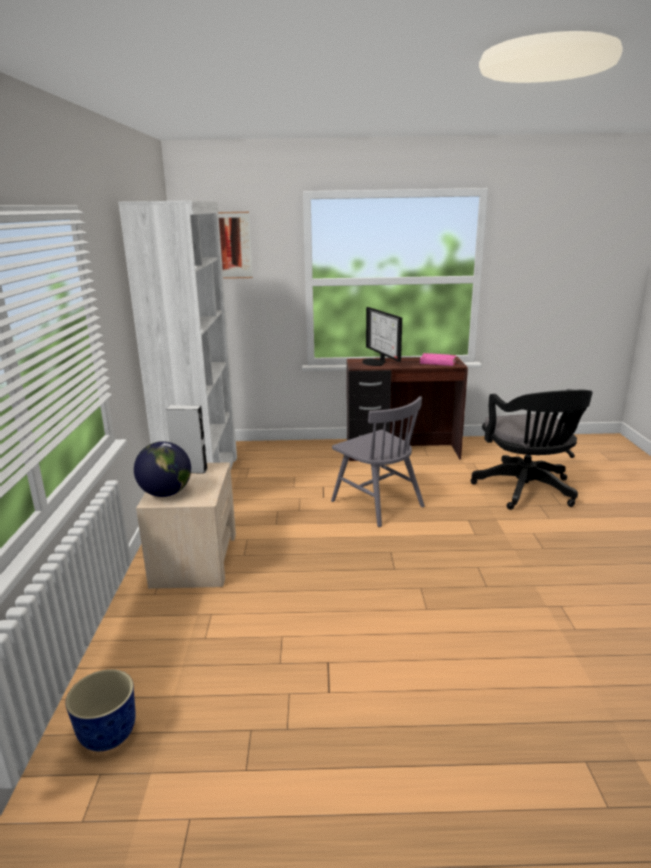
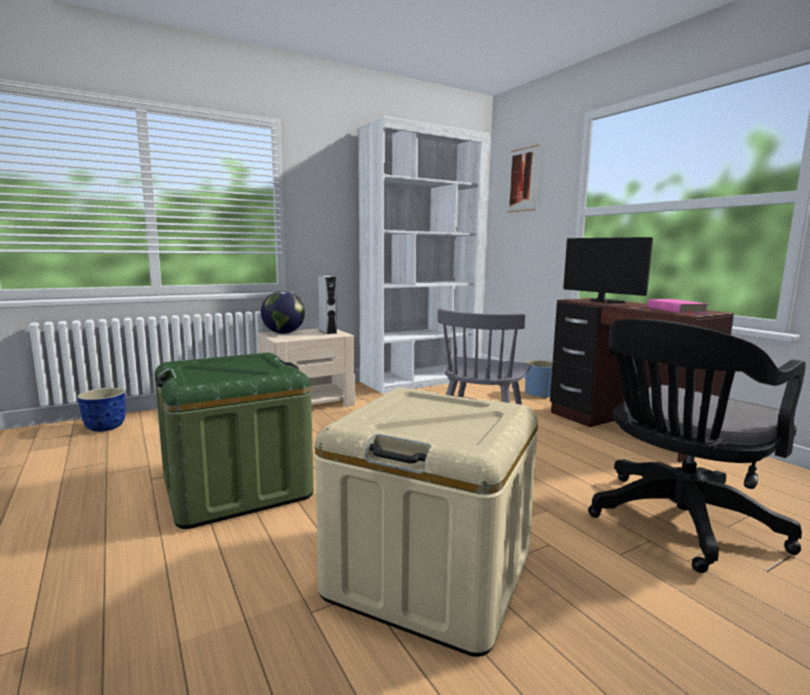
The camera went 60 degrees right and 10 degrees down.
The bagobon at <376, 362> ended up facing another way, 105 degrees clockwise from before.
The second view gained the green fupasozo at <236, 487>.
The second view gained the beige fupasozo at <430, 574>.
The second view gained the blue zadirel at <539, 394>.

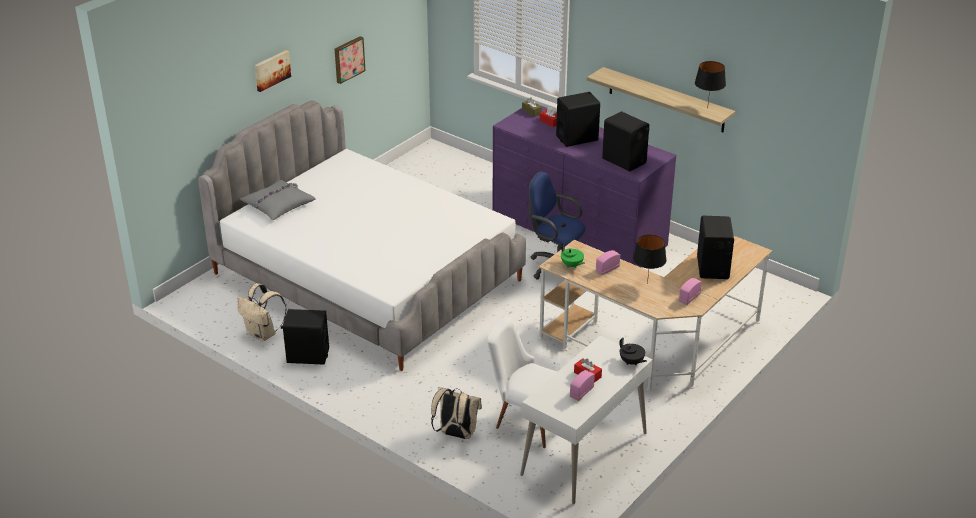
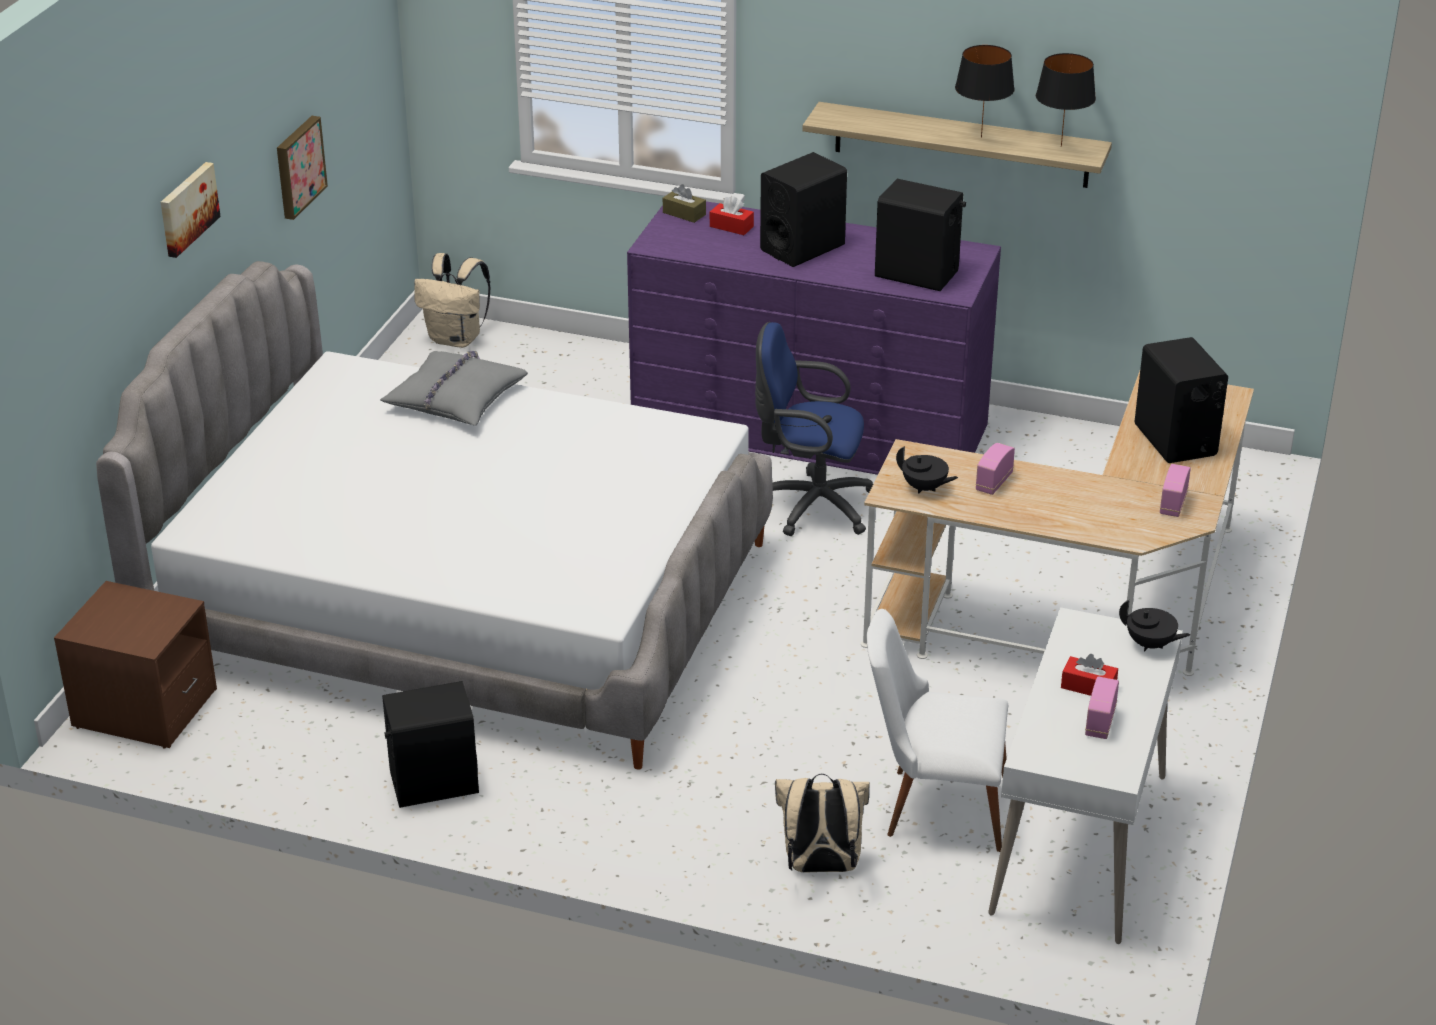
The camera went 20 degrees left and 0 degrees up.
The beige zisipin ended up elsewhere, having gone from <263, 334> to <457, 339>.
The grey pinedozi ended up elsewhere, having gone from <278, 205> to <455, 399>.
What was the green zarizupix at <572, 265> turned into the black zarizupix at <924, 488>.
The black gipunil ended up elsewhere, having gone from <647, 283> to <980, 137>.
The second view gained the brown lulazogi at <144, 709>.

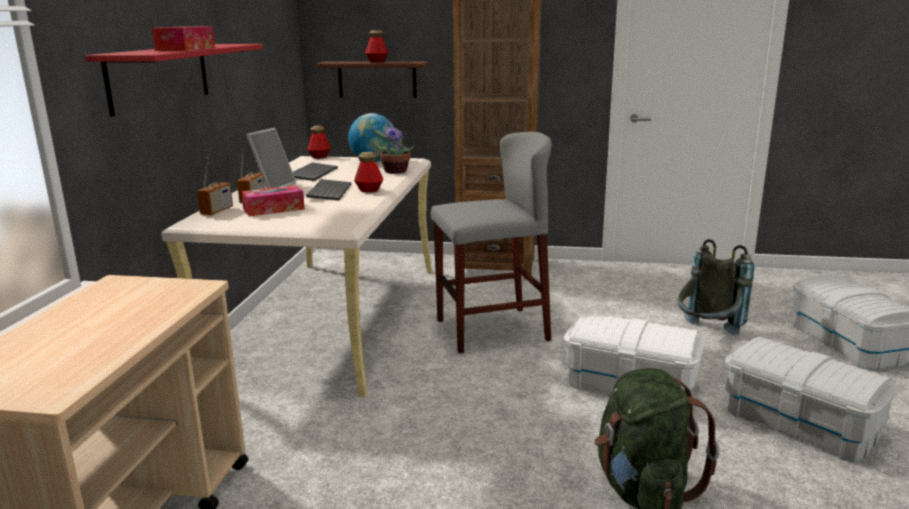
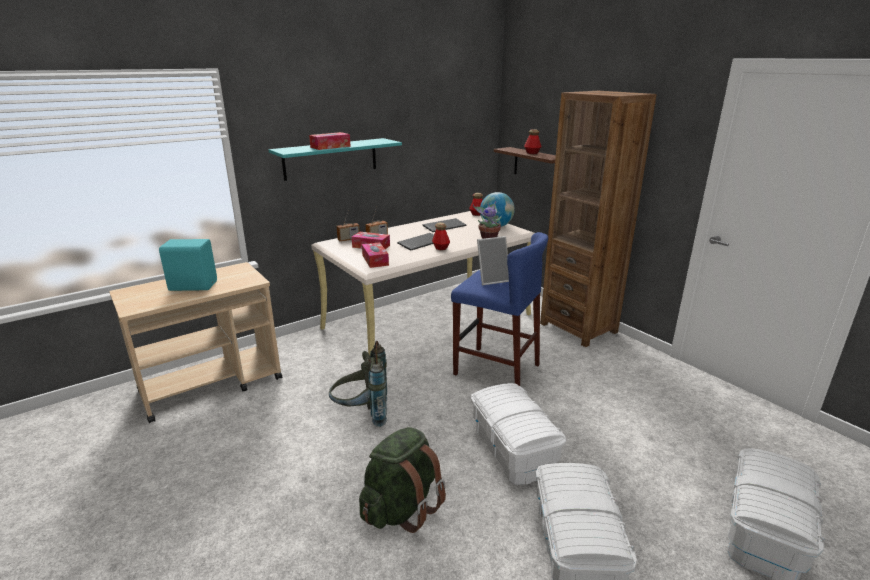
The camera went 45 degrees right and 5 degrees up.
What was the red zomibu at <160, 76> turned into the turquoise zomibu at <330, 159>.
The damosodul ended up elsewhere, having gone from <272, 186> to <492, 279>.
What was the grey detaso at <491, 330> turned into the blue detaso at <496, 369>.
The grey zisipin ended up elsewhere, having gone from <706, 335> to <362, 414>.
The second view gained the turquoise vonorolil at <193, 285>.
The second view gained the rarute at <375, 260>.

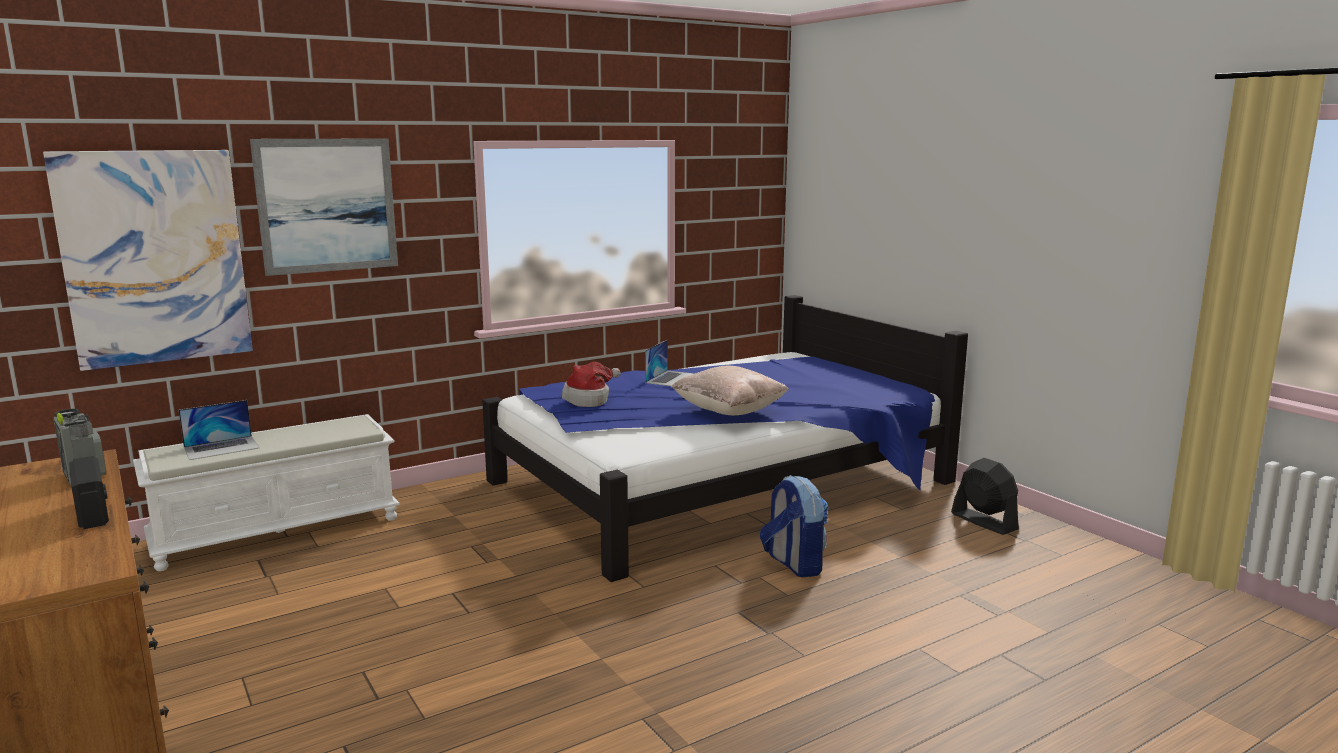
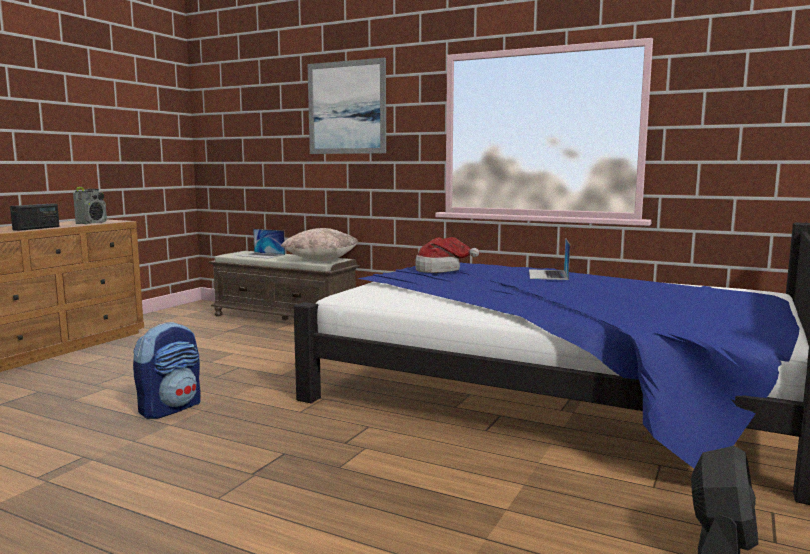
The camera went 60 degrees right and 5 degrees down.
The second view lost the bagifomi at <155, 257>.
What was the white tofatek at <278, 530> turned into the brown tofatek at <286, 318>.
The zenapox at <672, 378> ended up facing another way, 105 degrees clockwise from before.
The beige pinedozi ended up elsewhere, having gone from <729, 412> to <321, 260>.
The zisipin ended up elsewhere, having gone from <793, 564> to <171, 408>.

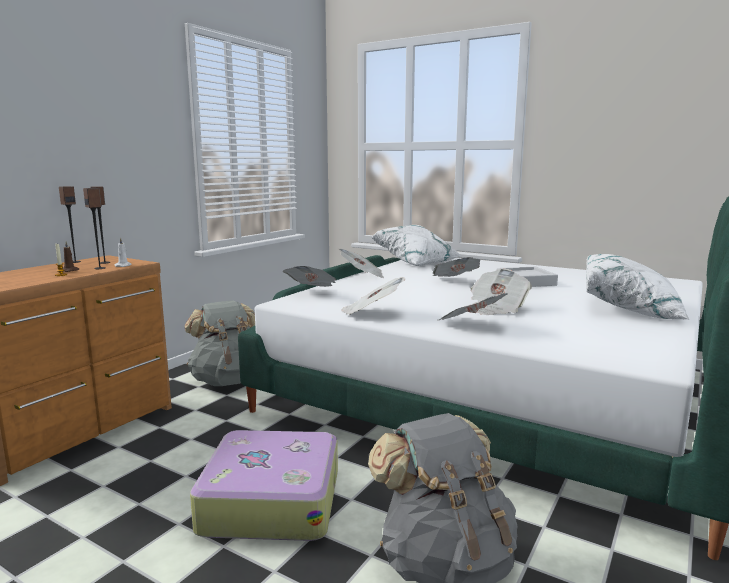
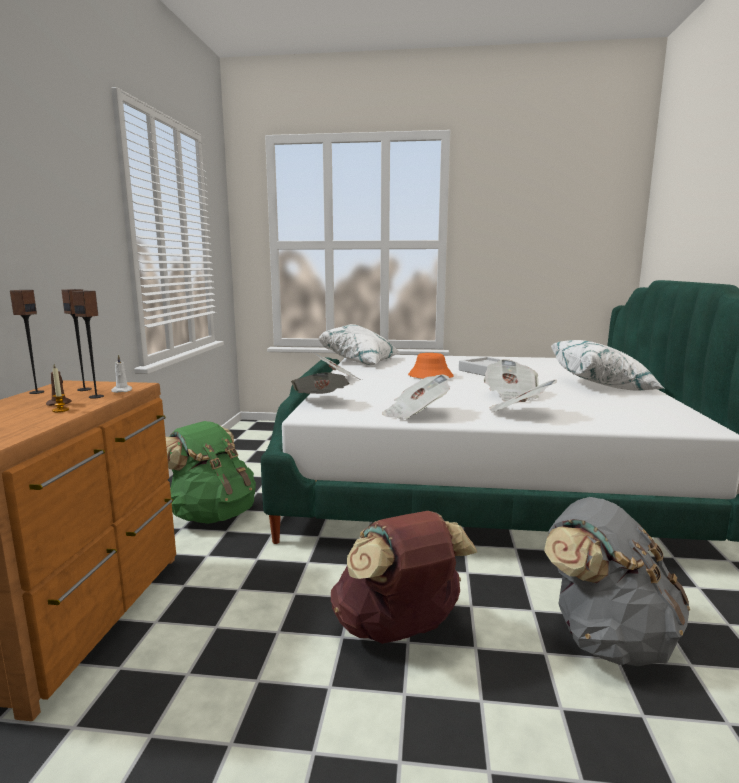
The camera went 25 degrees left and 0 degrees up.
What was the grey zisipin at <229, 381> turned into the green zisipin at <212, 514>.
Where the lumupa stood at <271, 500>, the brown zisipin came to stand at <398, 630>.
Where the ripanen stood at <455, 281>, the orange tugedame came to stand at <430, 376>.

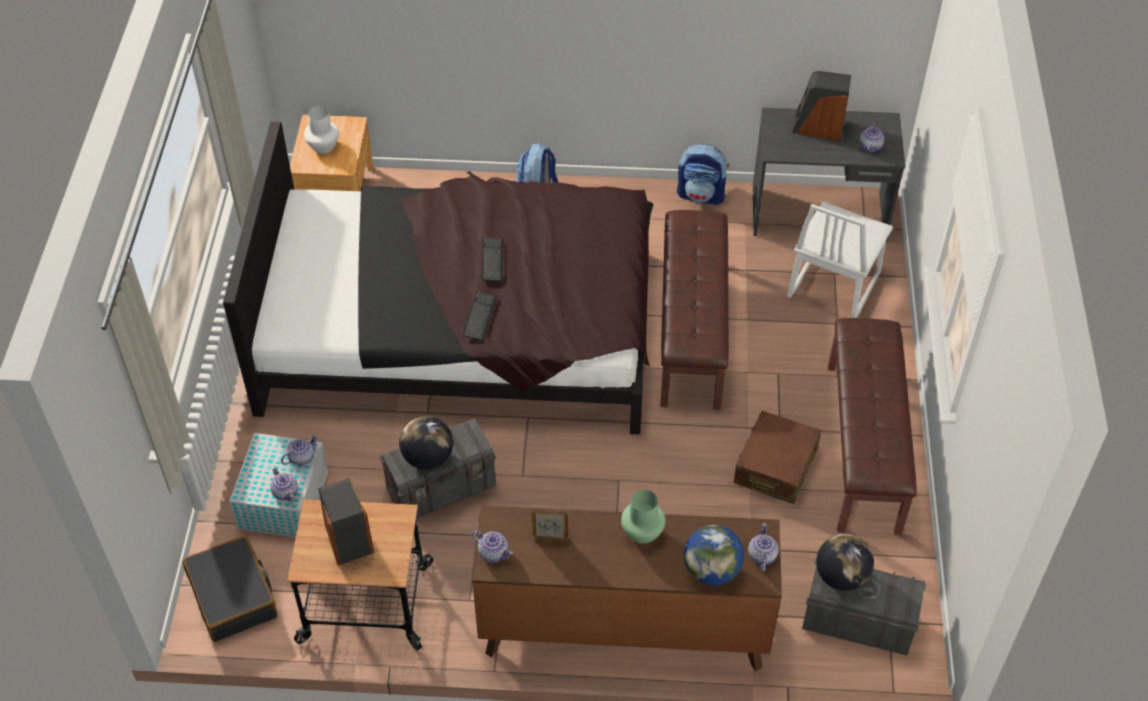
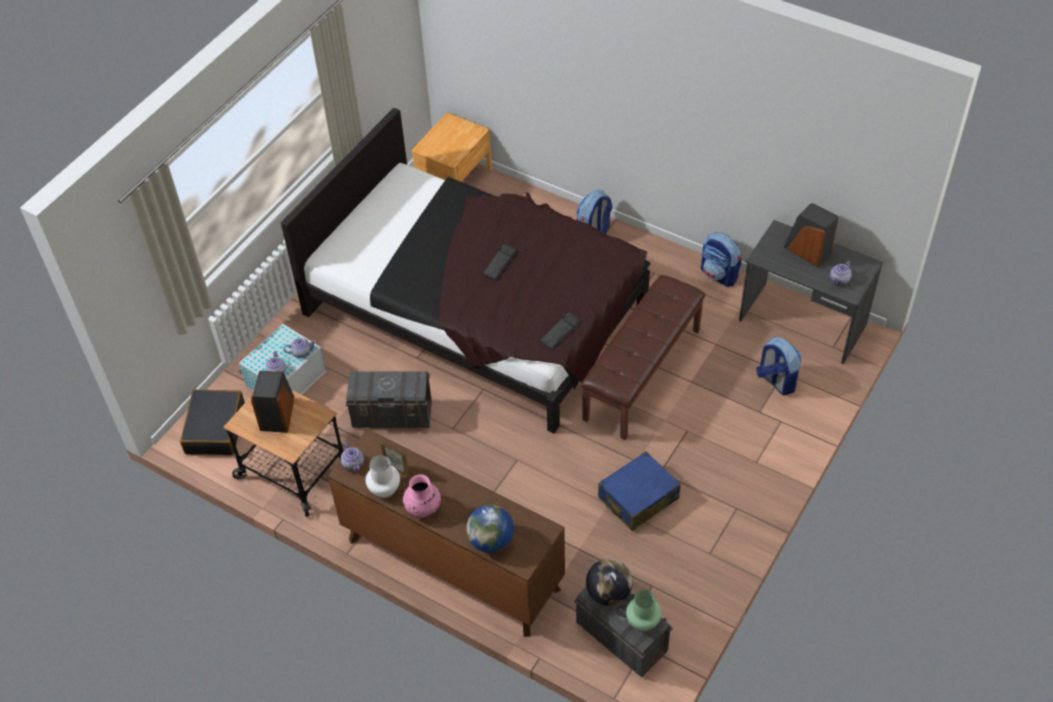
The camera went 30 degrees right and 0 degrees up.
The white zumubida ended up elsewhere, having gone from <323, 146> to <385, 489>.
The second view lost the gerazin at <428, 458>.
The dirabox ended up elsewhere, having gone from <480, 317> to <560, 331>.
The green zumubida ended up elsewhere, having gone from <642, 532> to <643, 621>.
What was the brown lumupa at <775, 466> turned into the blue lumupa at <638, 498>.
The second view lost the zarizupix at <761, 556>.
Where the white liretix stood at <832, 285>, the zisipin came to stand at <776, 381>.
The second view lost the brown tofatek at <864, 447>.
The second view gained the pink zumubida at <423, 509>.

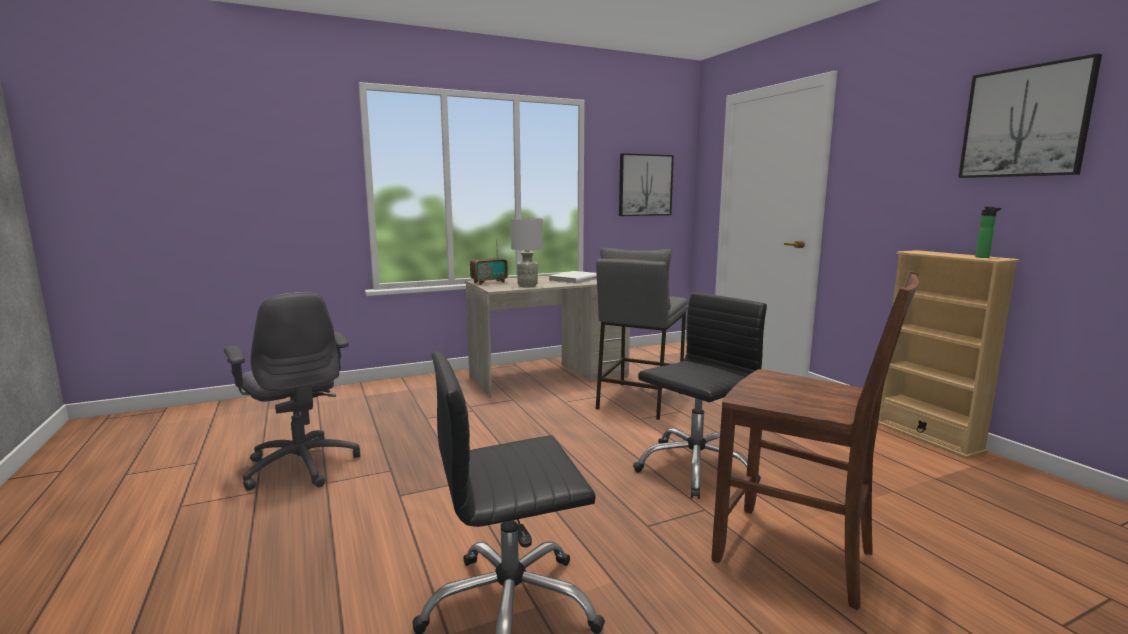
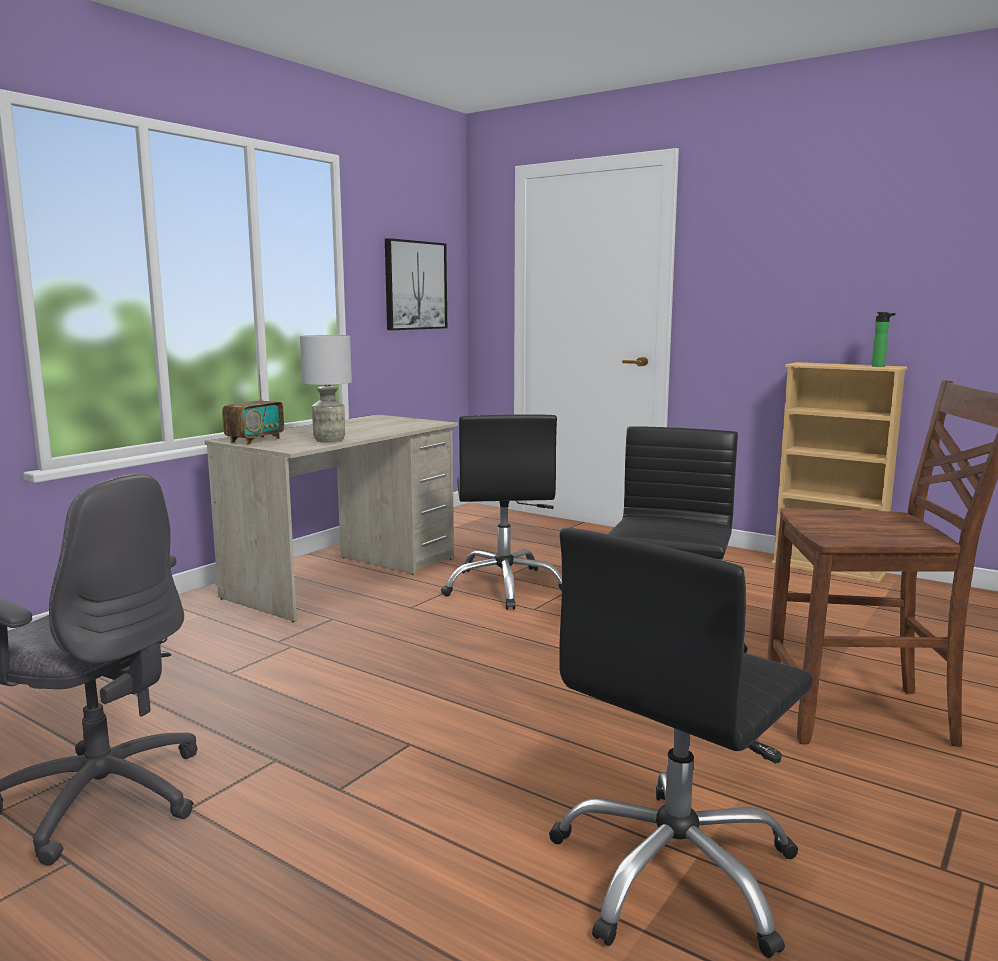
The camera went 30 degrees left and 0 degrees up.
The second view lost the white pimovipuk at <573, 279>.
Where the grey detaso stood at <638, 400>, the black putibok came to stand at <504, 587>.
The second view lost the bagifomi at <1025, 122>.

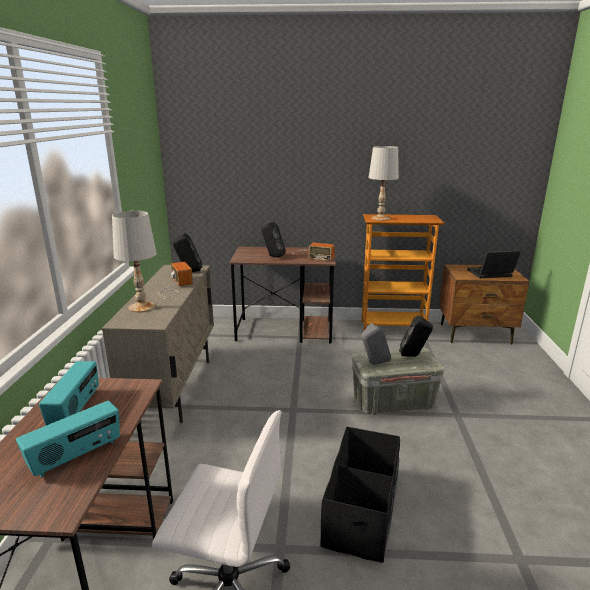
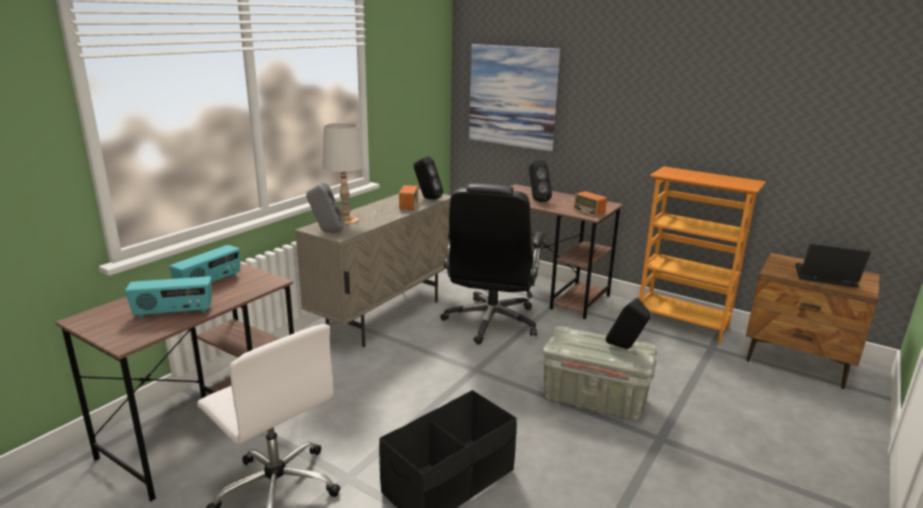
The camera went 30 degrees right and 0 degrees up.
The grey vonorolil ended up elsewhere, having gone from <373, 364> to <326, 232>.
The second view lost the white gipunil at <380, 218>.
The second view gained the black putibok at <491, 322>.
The second view gained the bagifomi at <512, 96>.

